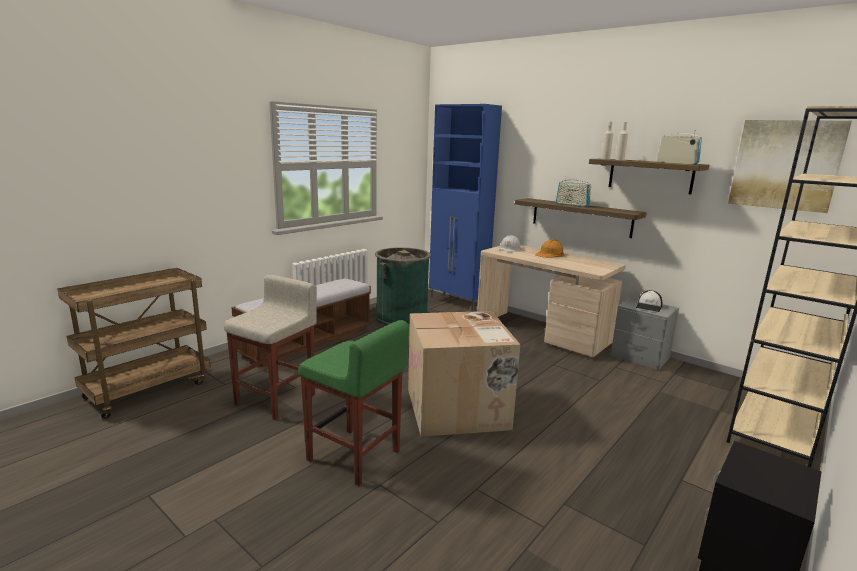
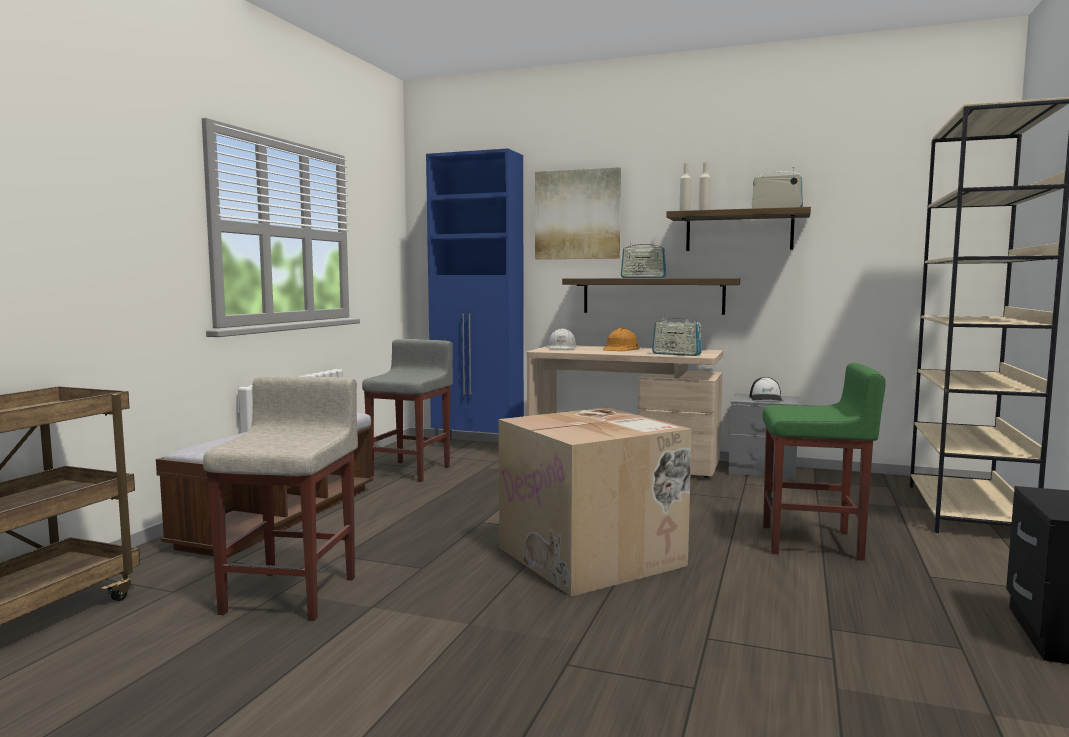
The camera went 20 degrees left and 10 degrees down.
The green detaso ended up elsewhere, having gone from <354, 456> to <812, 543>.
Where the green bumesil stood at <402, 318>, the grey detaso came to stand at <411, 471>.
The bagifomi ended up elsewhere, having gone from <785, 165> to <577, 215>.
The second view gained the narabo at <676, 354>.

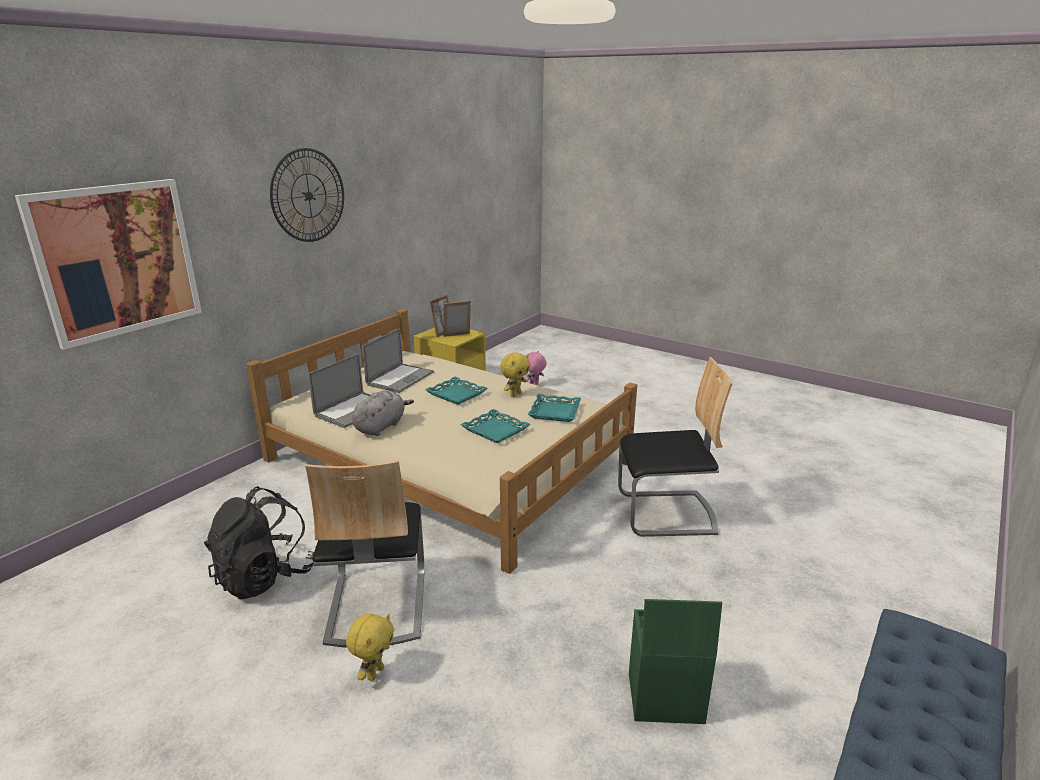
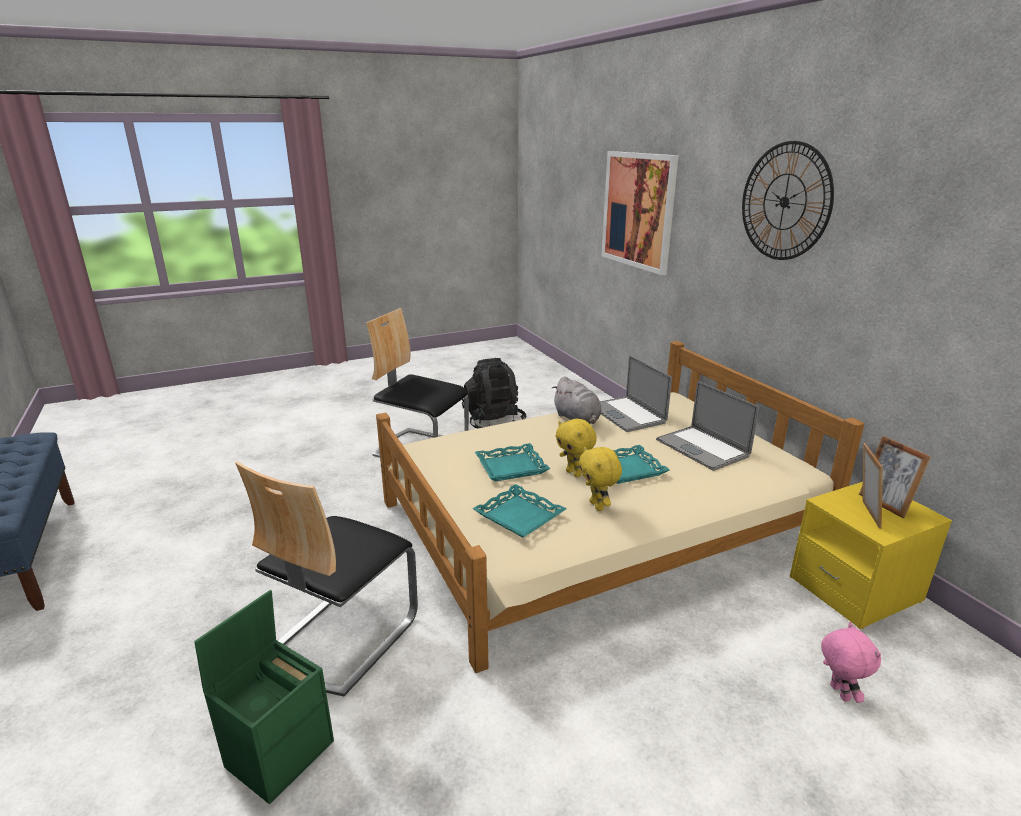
The camera went 120 degrees right and 0 degrees up.
The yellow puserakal ended up elsewhere, having gone from <374, 672> to <574, 473>.
The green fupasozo ended up elsewhere, having gone from <664, 698> to <280, 751>.

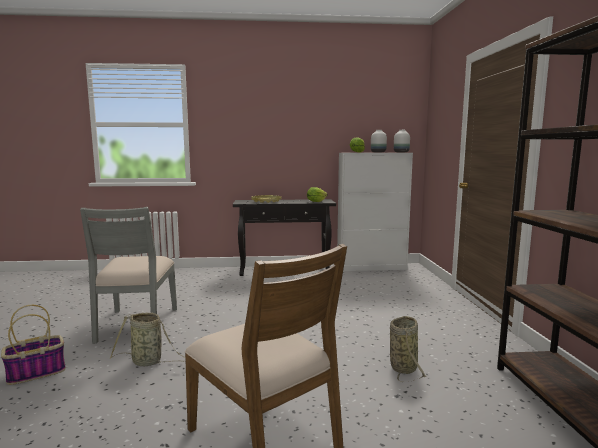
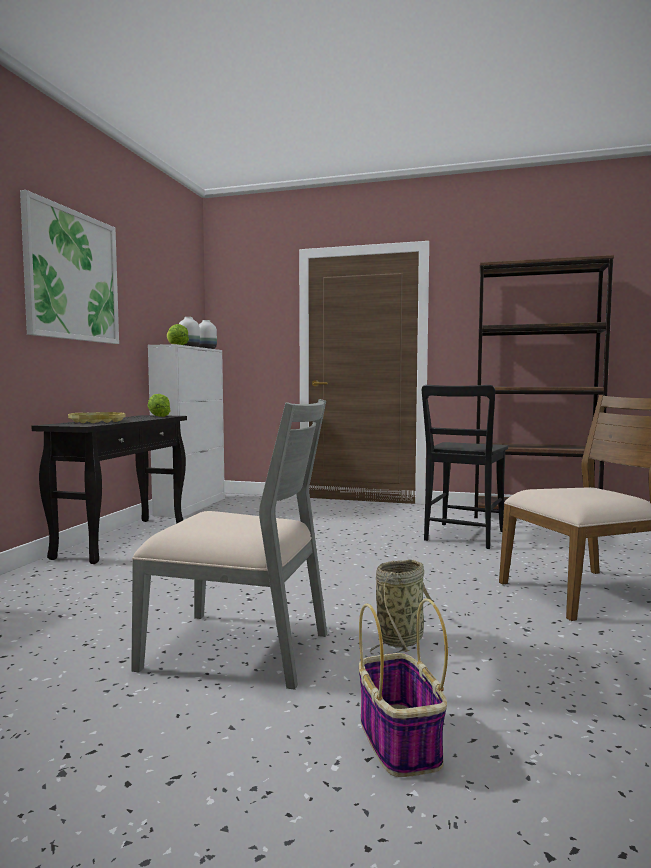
The camera went 70 degrees left and 5 degrees down.
Where the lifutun stood at <403, 366>, the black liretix came to stand at <463, 537>.
The second view gained the bagifomi at <72, 276>.

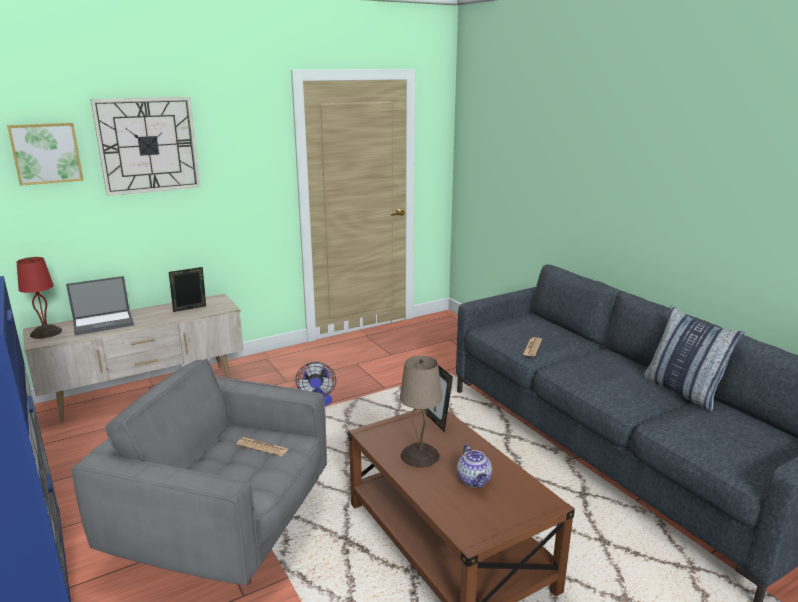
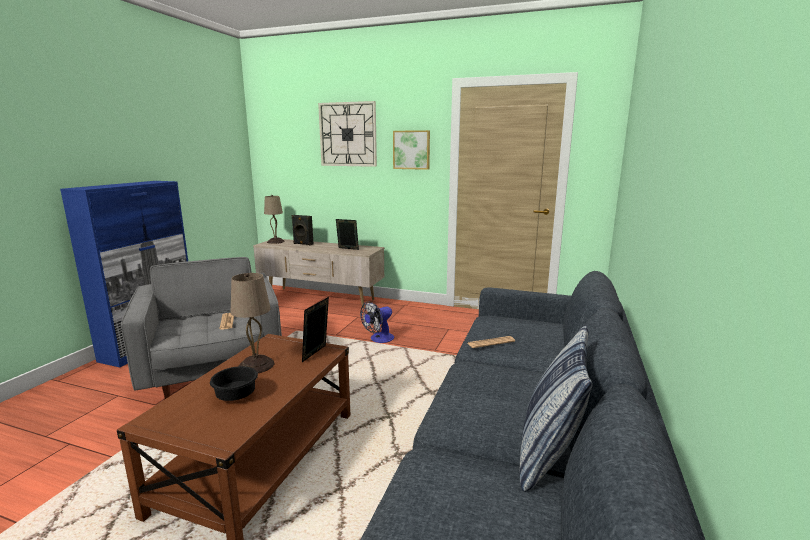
The camera went 50 degrees right and 5 degrees down.
The bagifomi ended up elsewhere, having gone from <46, 153> to <411, 150>.
What was the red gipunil at <45, 333> turned into the beige gipunil at <275, 241>.
Where the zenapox stood at <104, 322>, the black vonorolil came to stand at <303, 244>.
Where the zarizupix stood at <474, 481>, the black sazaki came to stand at <236, 397>.

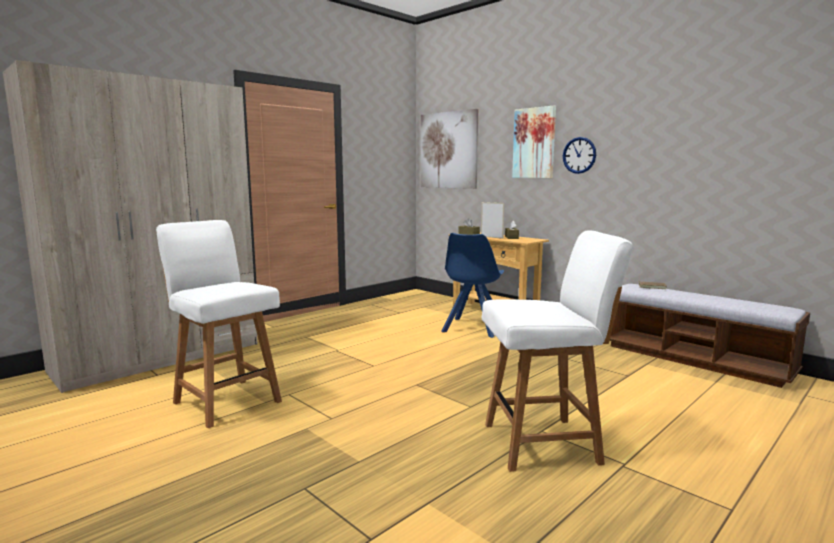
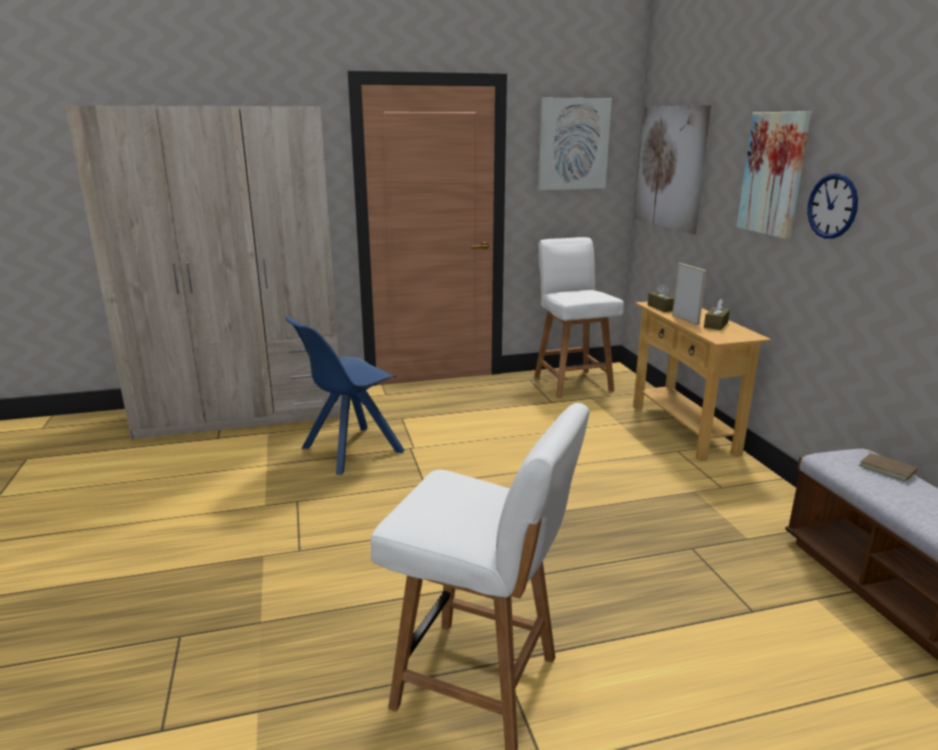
The camera went 30 degrees right and 10 degrees up.
The white liretix ended up elsewhere, having gone from <226, 401> to <572, 383>.
The blue liretix ended up elsewhere, having gone from <472, 328> to <349, 450>.
The second view gained the bagifomi at <573, 144>.

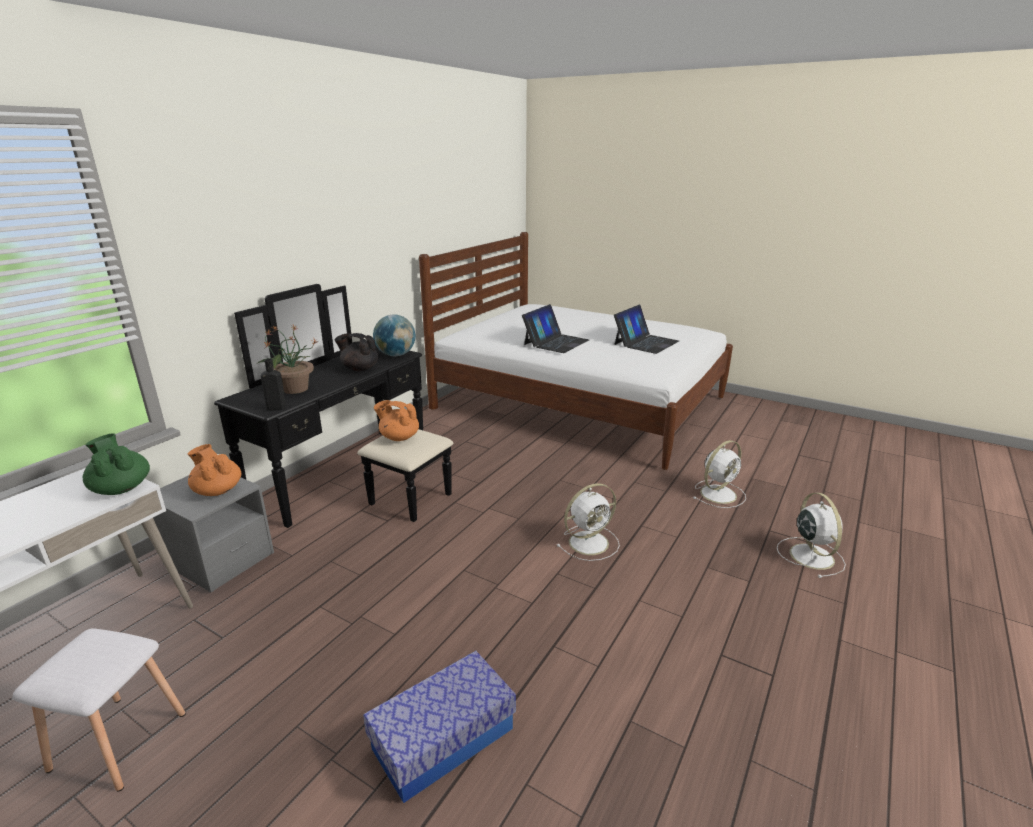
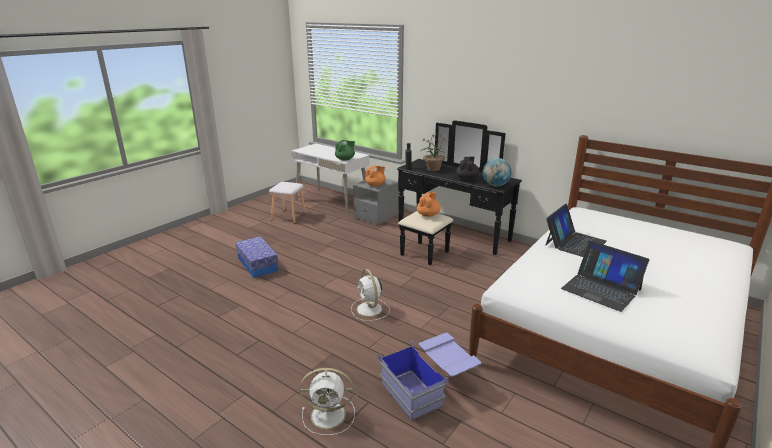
The camera went 95 degrees right and 0 degrees up.
The zenapox at <556, 342> ended up facing another way, 90 degrees counterclockwise from before.
Where the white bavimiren stood at <719, 493>, the blue fupasozo came to stand at <429, 387>.

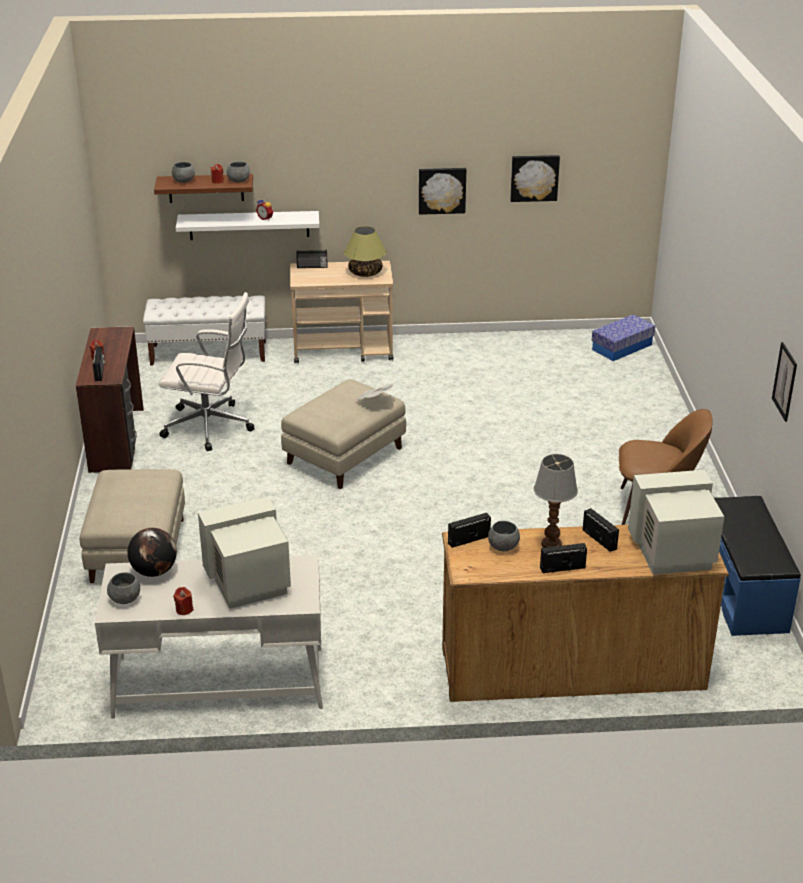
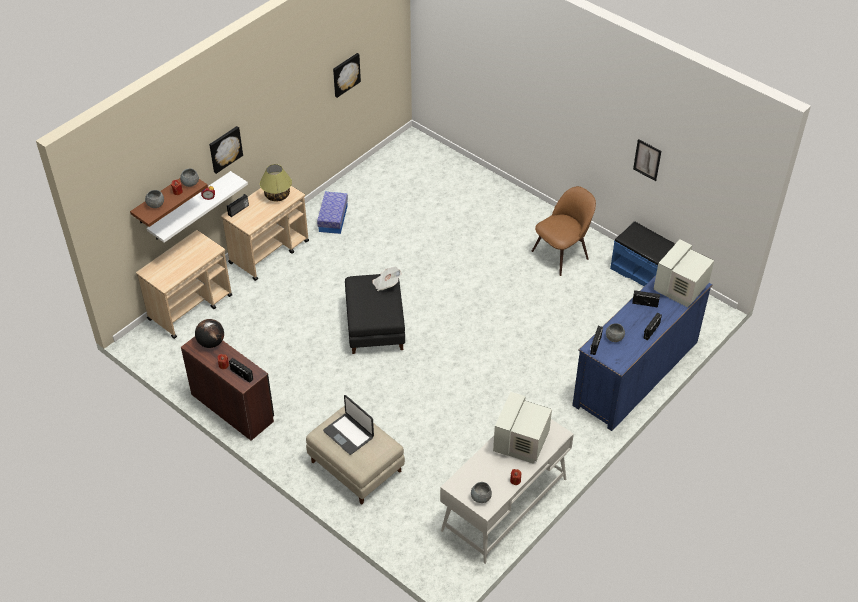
The camera went 45 degrees left and 15 degrees up.
The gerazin ended up elsewhere, having gone from <154, 571> to <211, 343>.
Where the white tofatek stood at <209, 353>, the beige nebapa came to stand at <191, 307>.
The second view lost the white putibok at <211, 427>.
What was the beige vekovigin at <345, 456> turned into the black vekovigin at <375, 326>.
The bagifomi ended up elsewhere, having gone from <442, 190> to <225, 149>.
What was the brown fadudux at <572, 668> turned into the blue fadudux at <636, 373>.
The second view lost the gipunil at <551, 544>.
The fupasozo ended up elsewhere, having gone from <622, 347> to <333, 218>.
The second view gained the zenapox at <349, 434>.

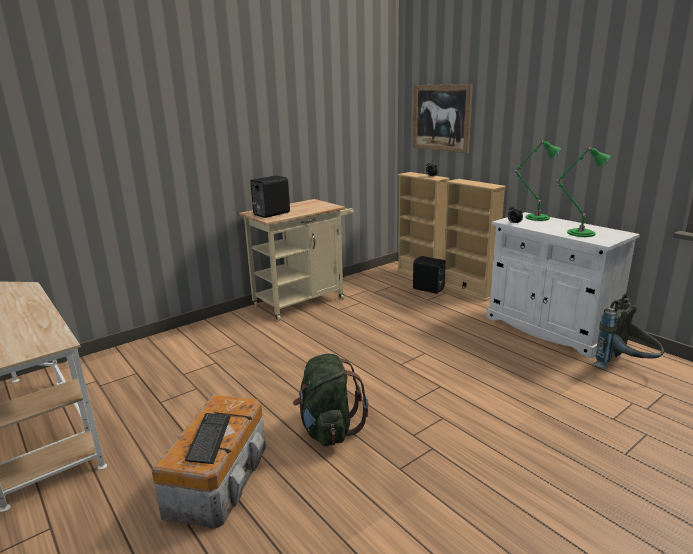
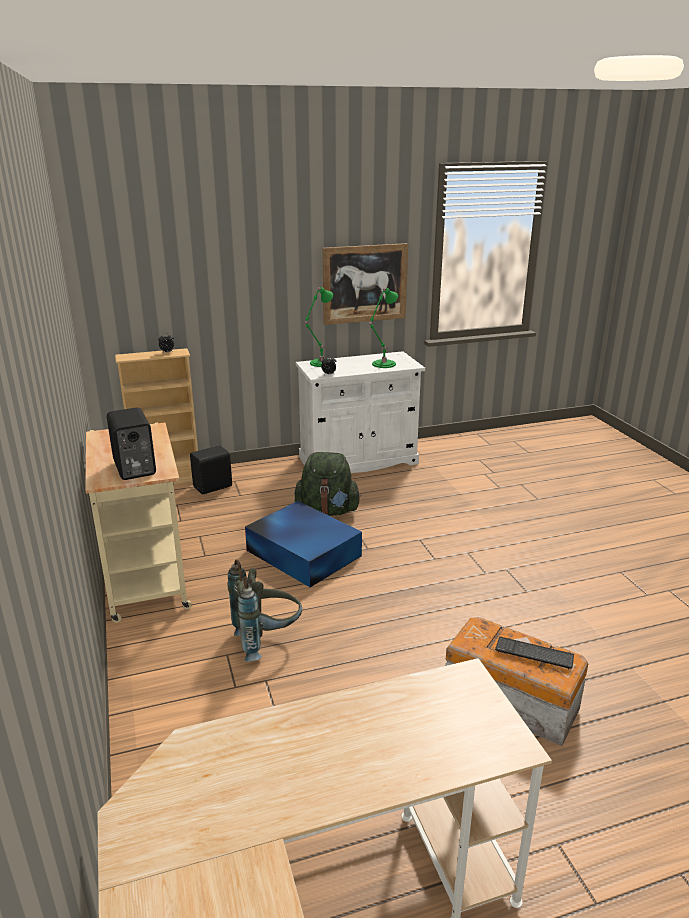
The camera went 70 degrees left and 5 degrees up.
The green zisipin ended up elsewhere, having gone from <328, 429> to <327, 511>.
The bagifomi ended up elsewhere, having gone from <441, 118> to <365, 284>.
The second view lost the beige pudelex at <468, 290>.
The grey zisipin ended up elsewhere, having gone from <625, 368> to <267, 640>.
The second view gained the blue fupasozo at <303, 552>.

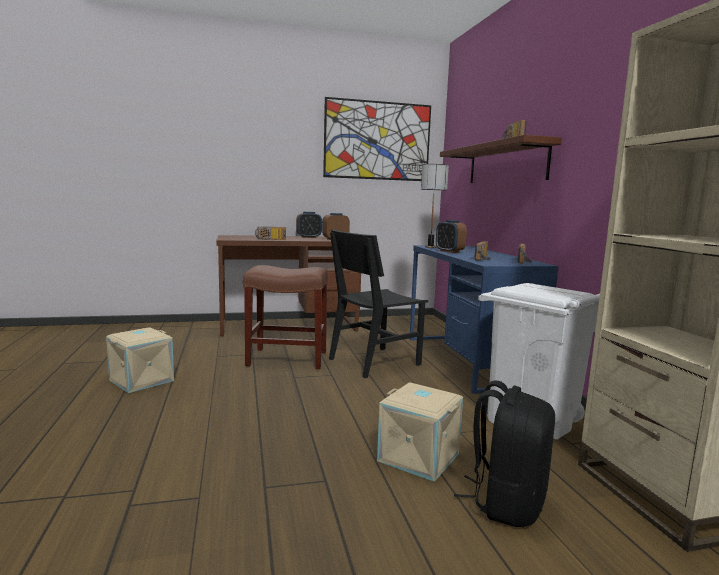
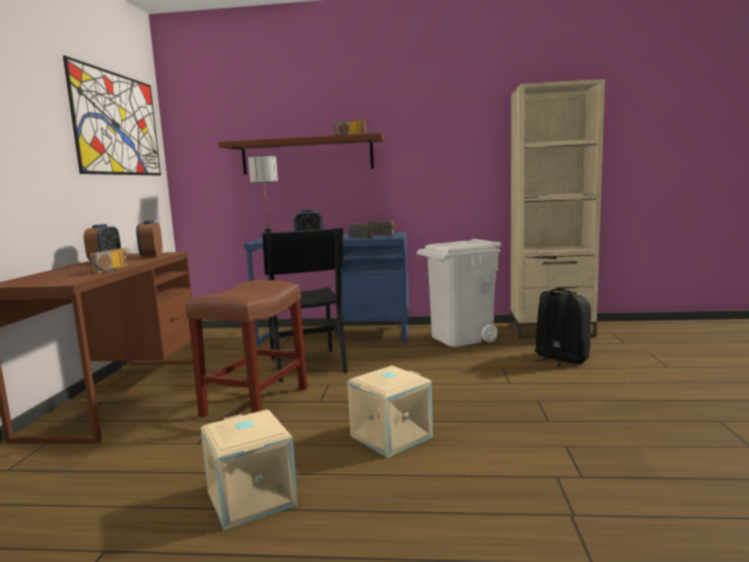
The camera went 70 degrees left and 0 degrees up.
The beige fupasozo ended up elsewhere, having gone from <419, 456> to <390, 435>.

